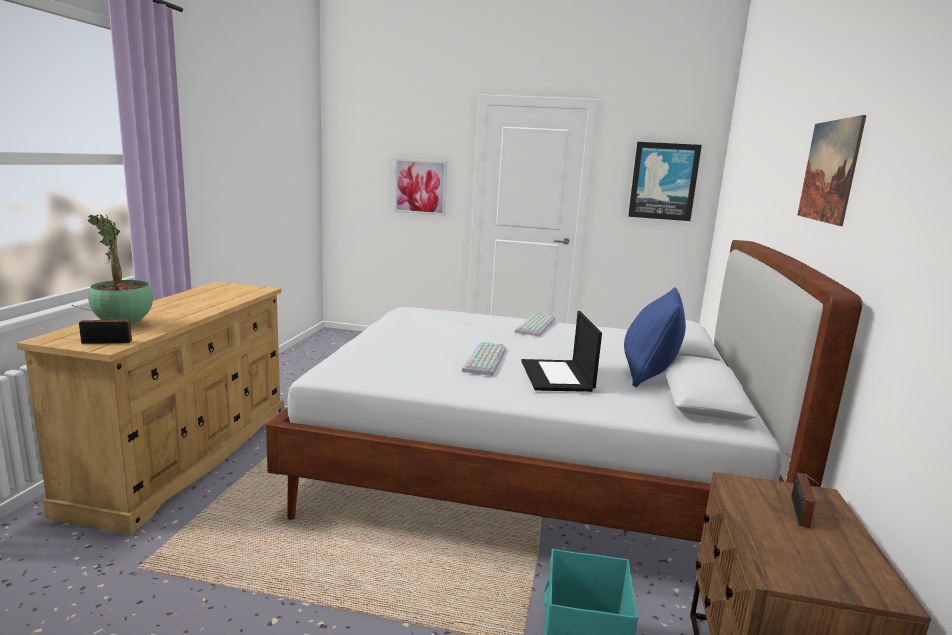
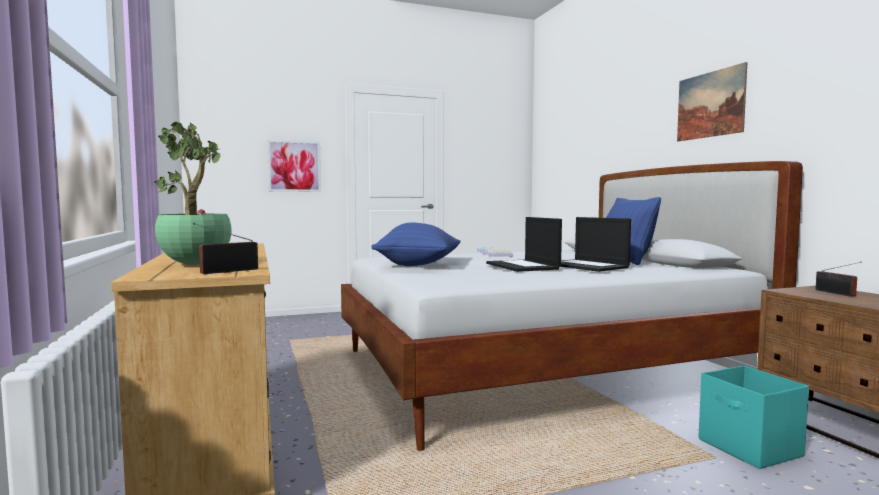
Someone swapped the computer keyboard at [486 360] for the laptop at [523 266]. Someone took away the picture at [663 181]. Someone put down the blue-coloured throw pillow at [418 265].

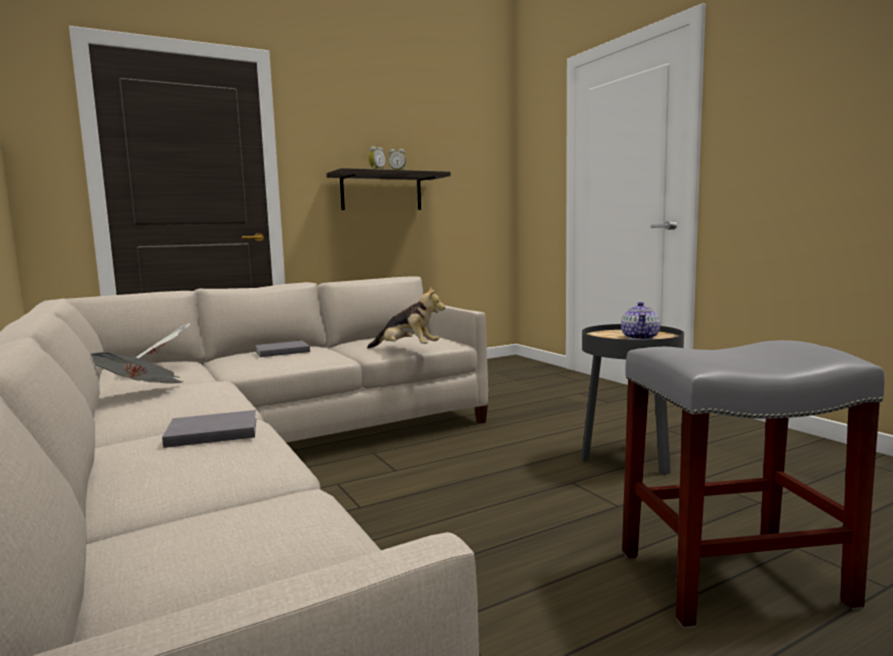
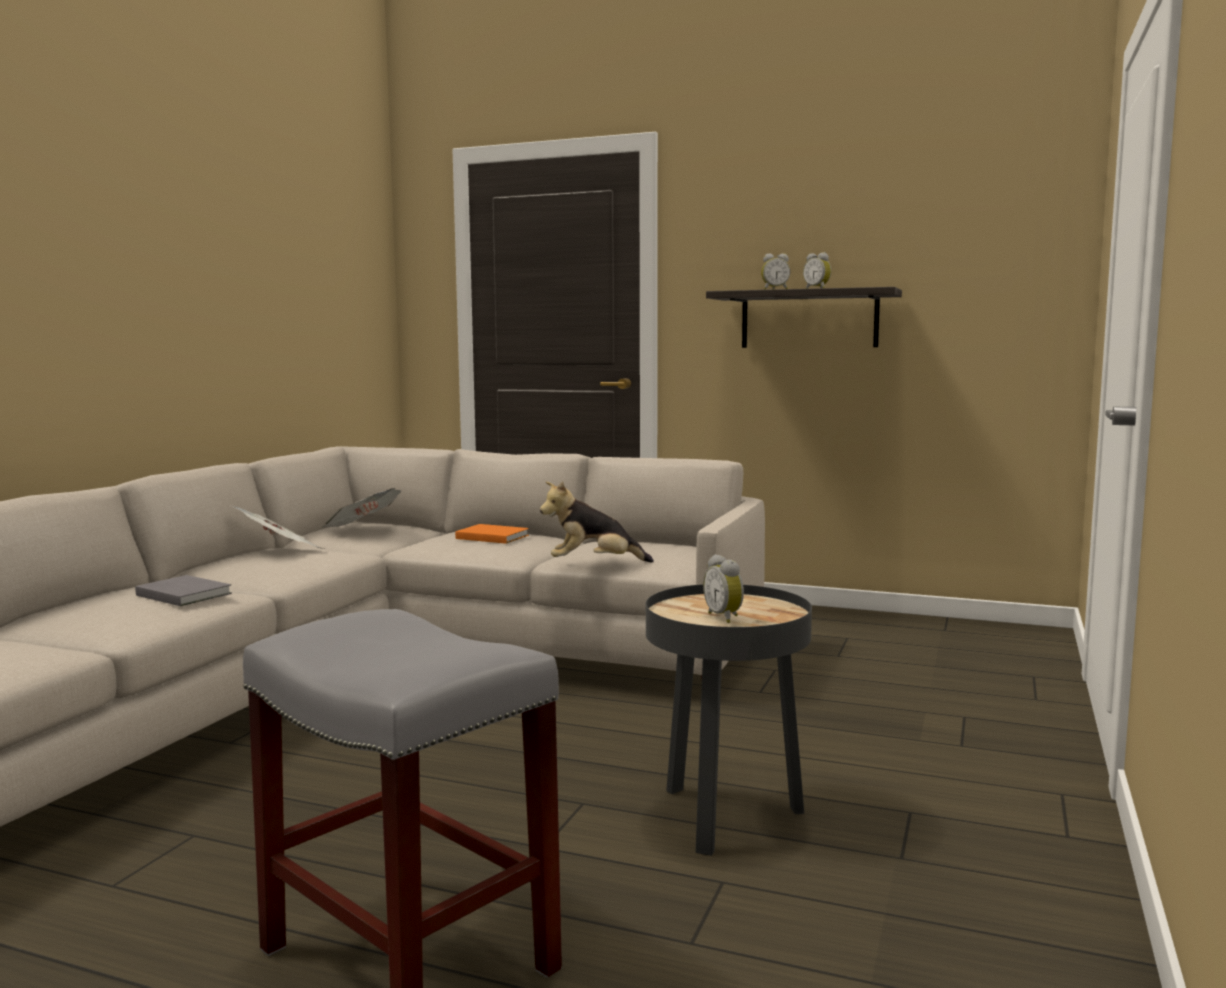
Someone repainted the greyish bound book at [280 351], which became the orange bound book at [491 536]. Someone rotated the cuddly toy at [407 349] by 105 degrees clockwise. Someone swapped the tea pot at [640 337] for the table clock at [725 617].

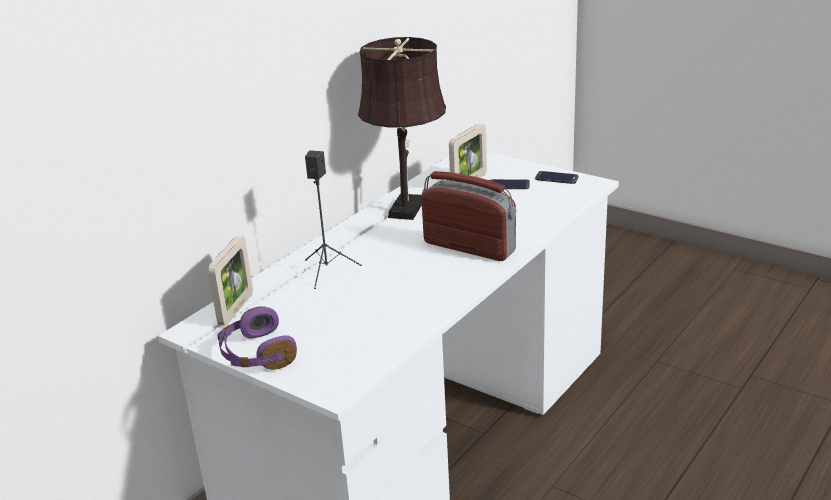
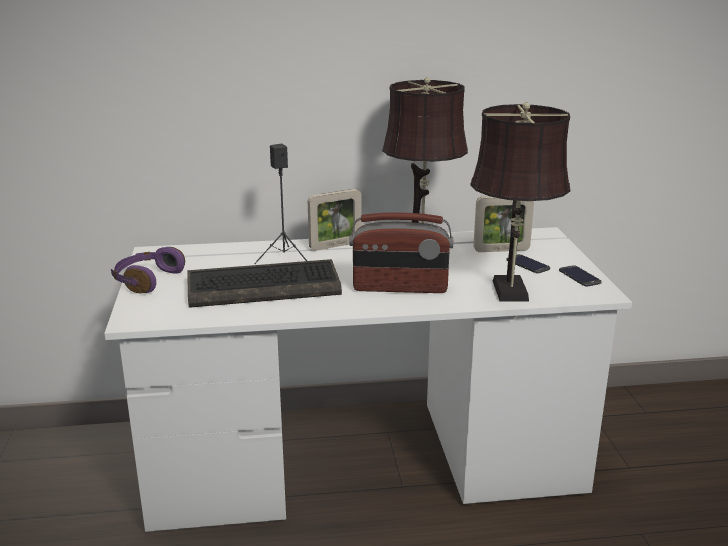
Someone carried the photo frame from [236 309] to [335 245]. Someone rotated the radio receiver at [469 247] by 105 degrees clockwise. Someone put down the computer keyboard at [265 286]. Someone put down the brown-coloured lamp for a table at [511 293].

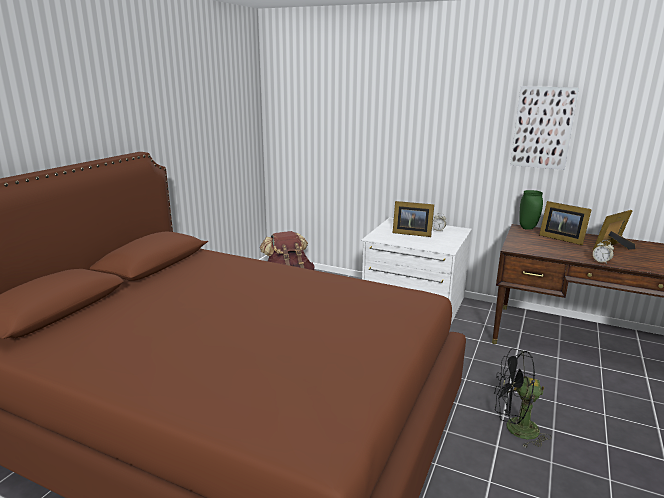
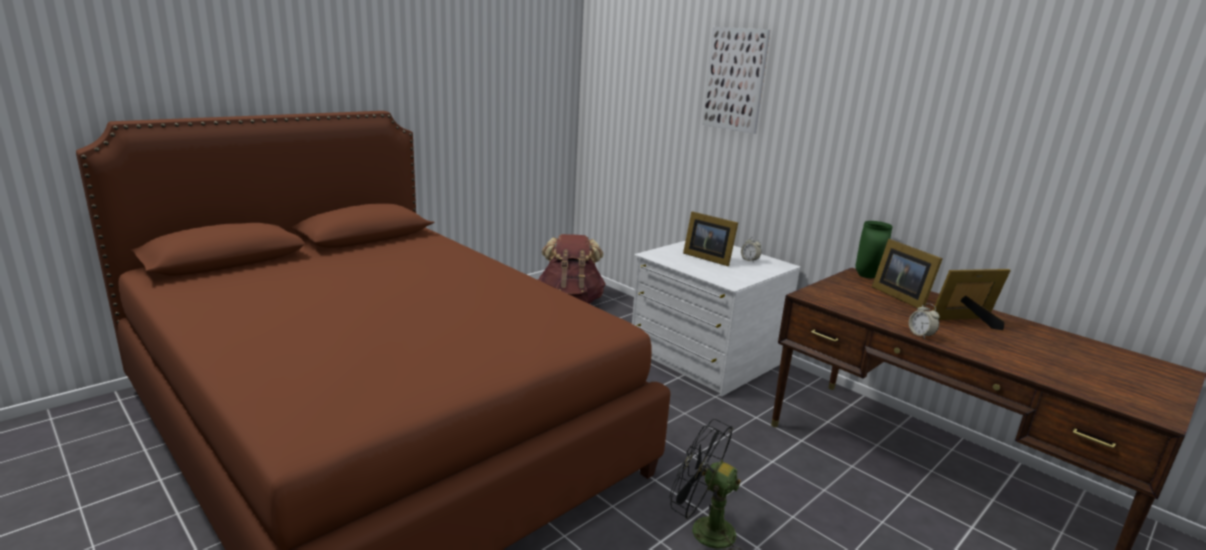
Someone carried the picture from [543 128] to [735 79].

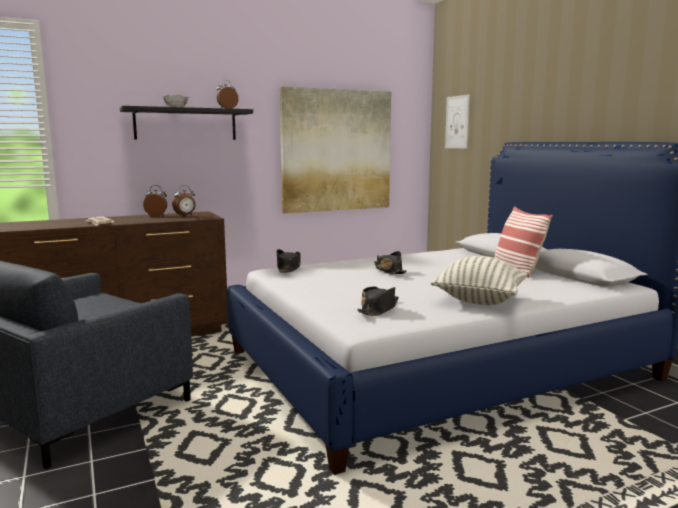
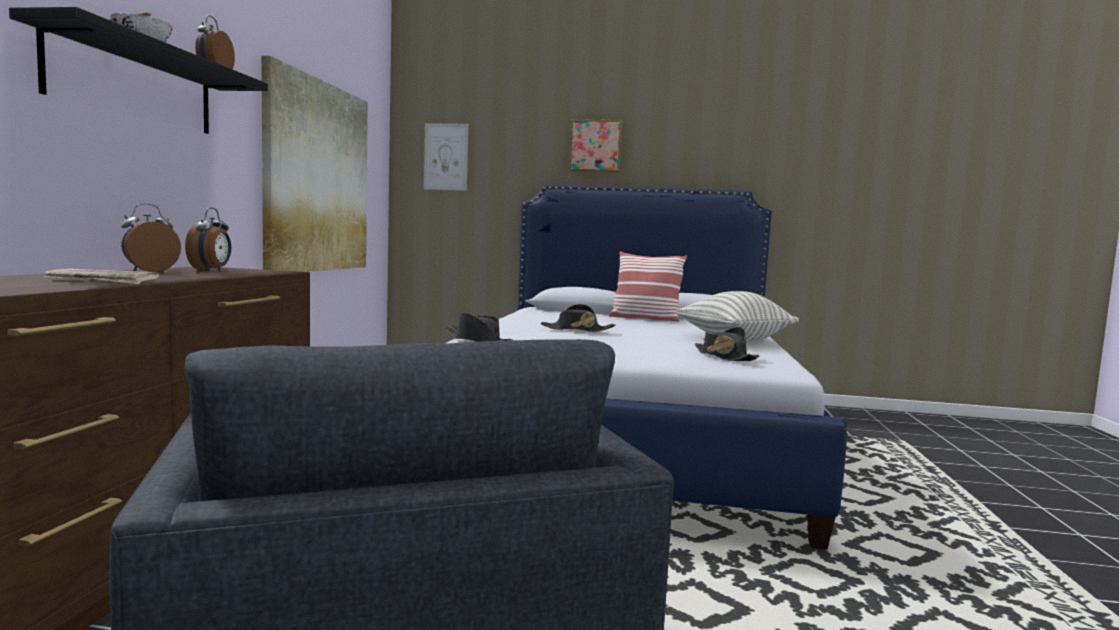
Someone put up the picture at [595 146].

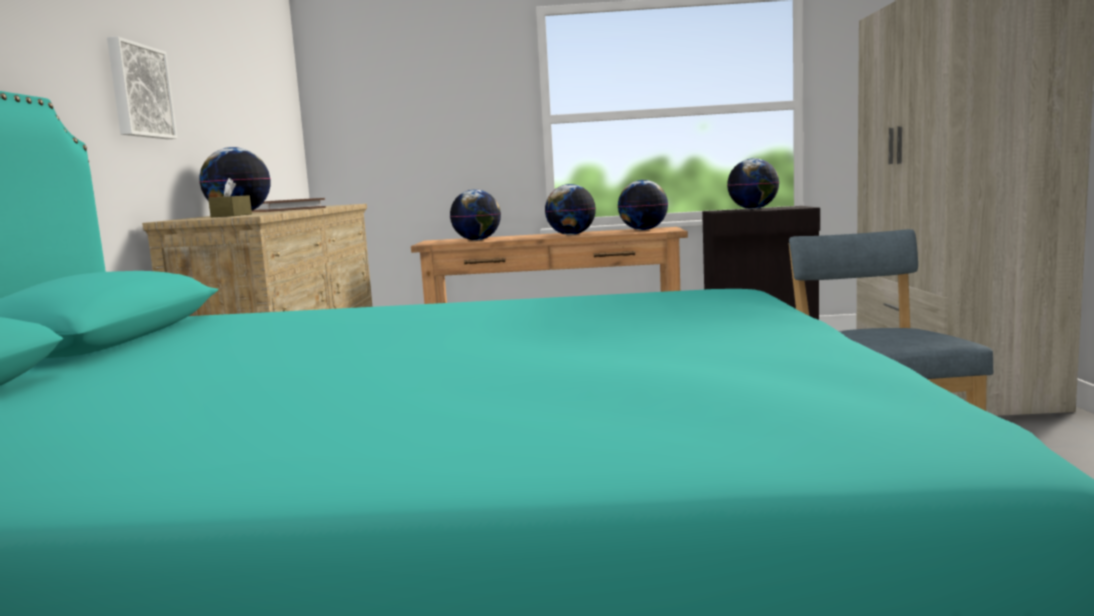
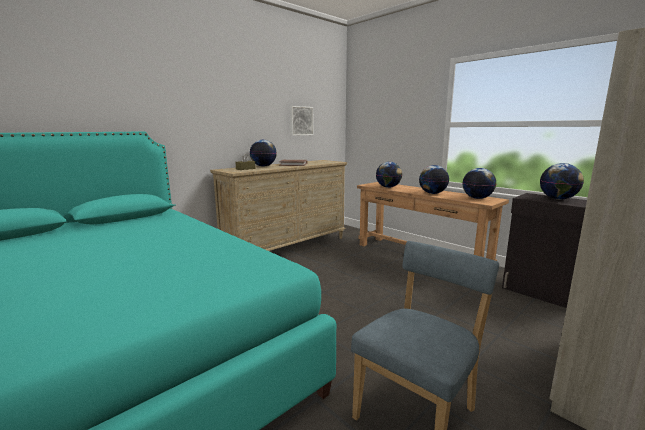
Someone carried the picture from [138 91] to [300 121].

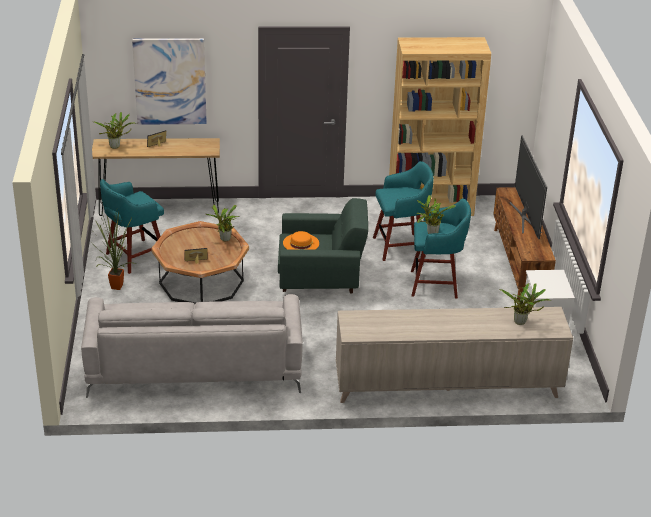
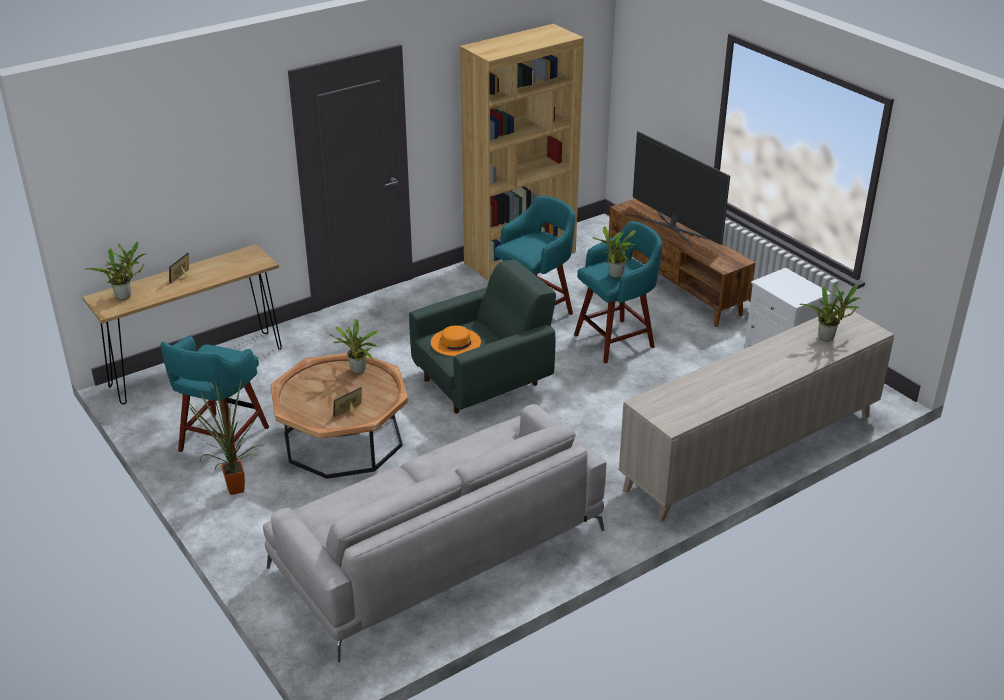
Someone took away the picture at [170 81].

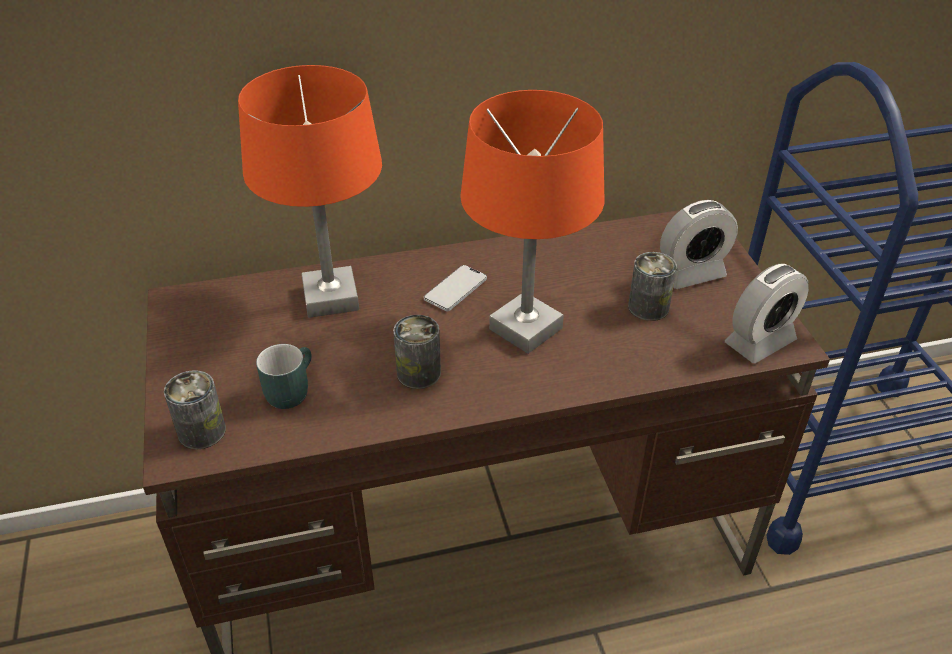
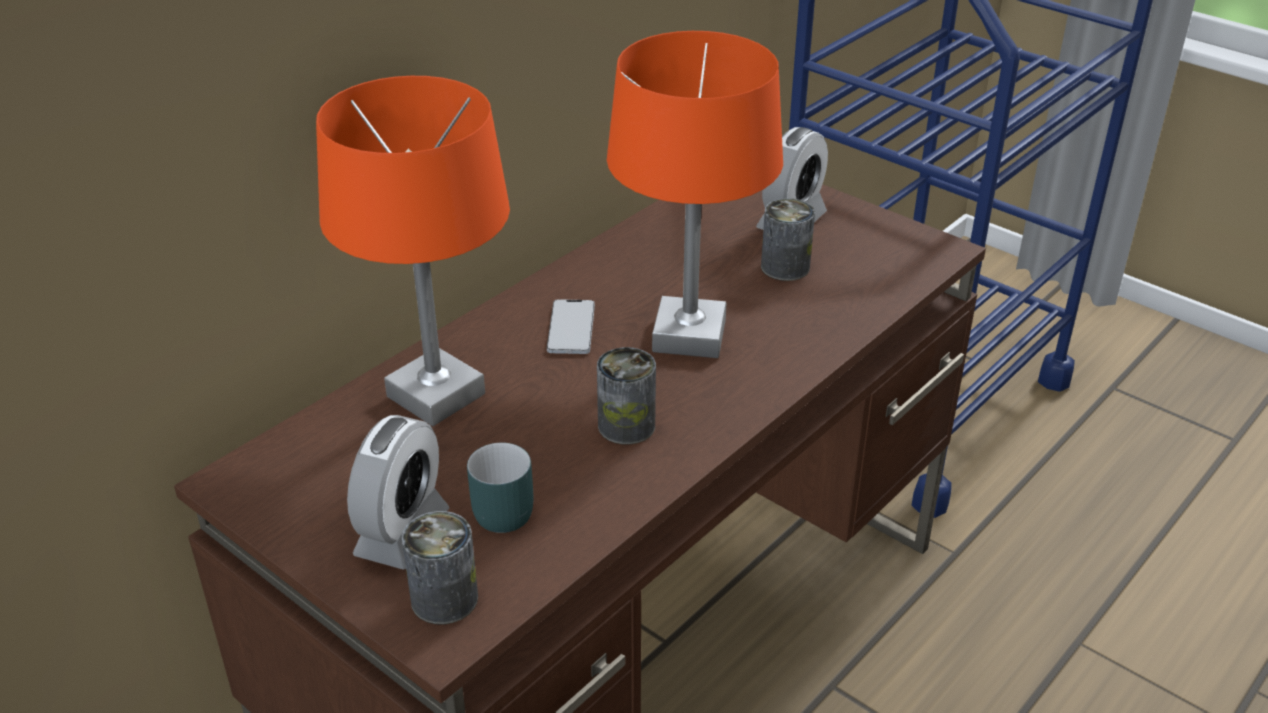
Someone carried the table clock from [760 342] to [402 533].

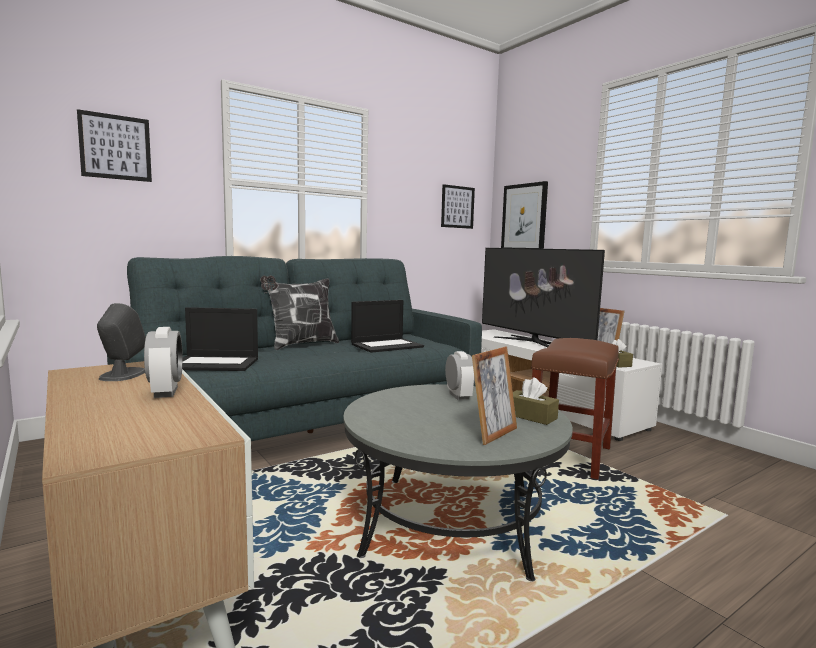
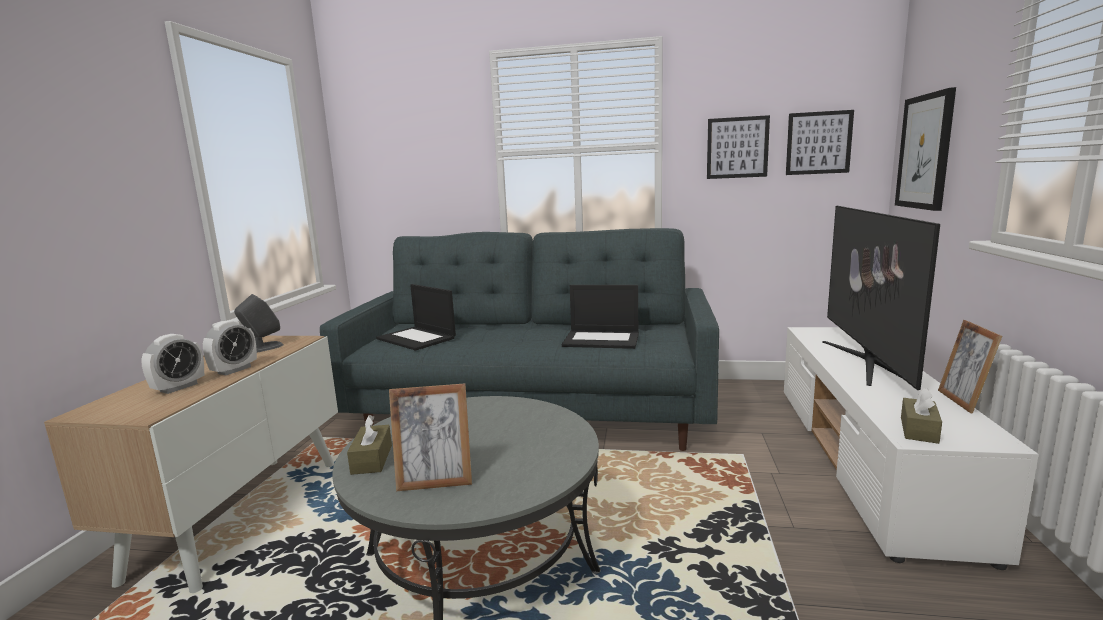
Someone carried the picture from [115 147] to [737 147]. Someone took away the throw pillow at [301 344]. Someone carried the table clock from [458 396] to [179 387]. Someone carried the brown-coloured tissue box from [530 416] to [372 459]. Someone took away the brown-coloured sitting stool at [569 456].

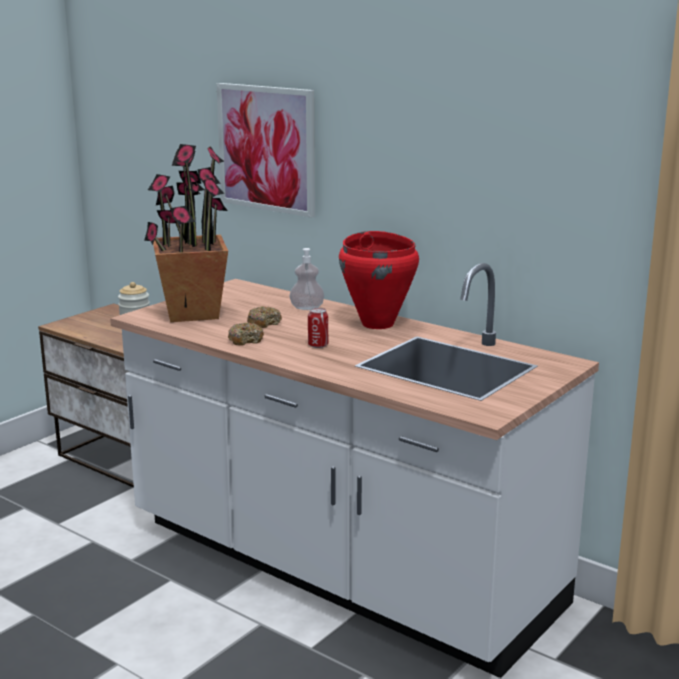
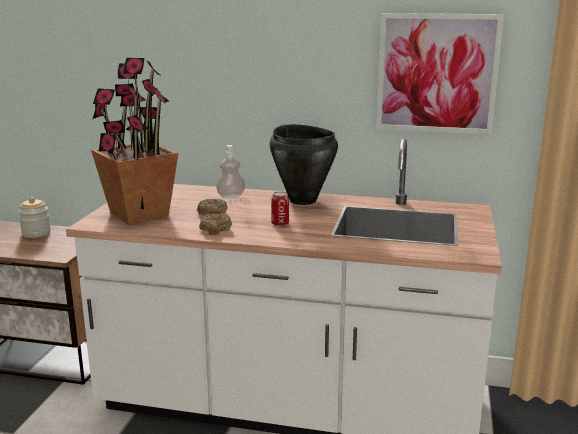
Someone carried the picture from [267 148] to [437 73]. Someone repainted the red cooking pot at [378 324], which became the black-coloured cooking pot at [303 200].

